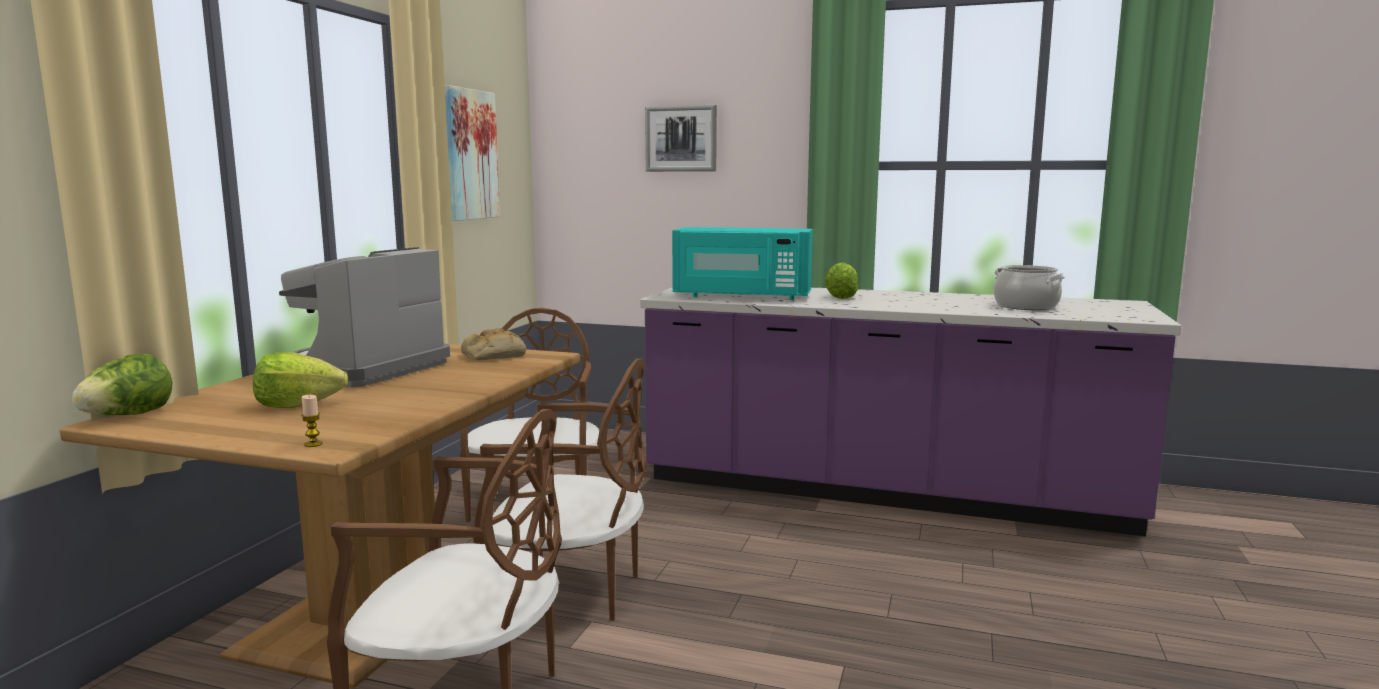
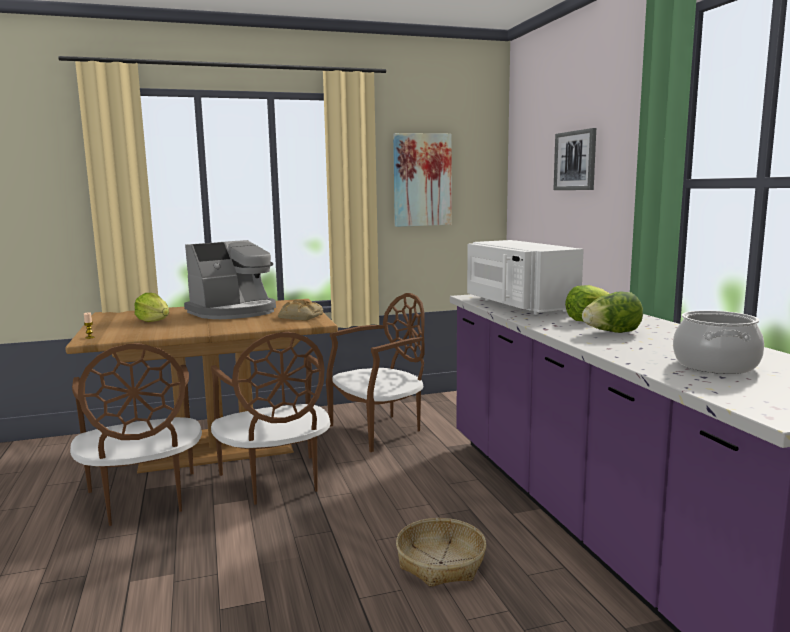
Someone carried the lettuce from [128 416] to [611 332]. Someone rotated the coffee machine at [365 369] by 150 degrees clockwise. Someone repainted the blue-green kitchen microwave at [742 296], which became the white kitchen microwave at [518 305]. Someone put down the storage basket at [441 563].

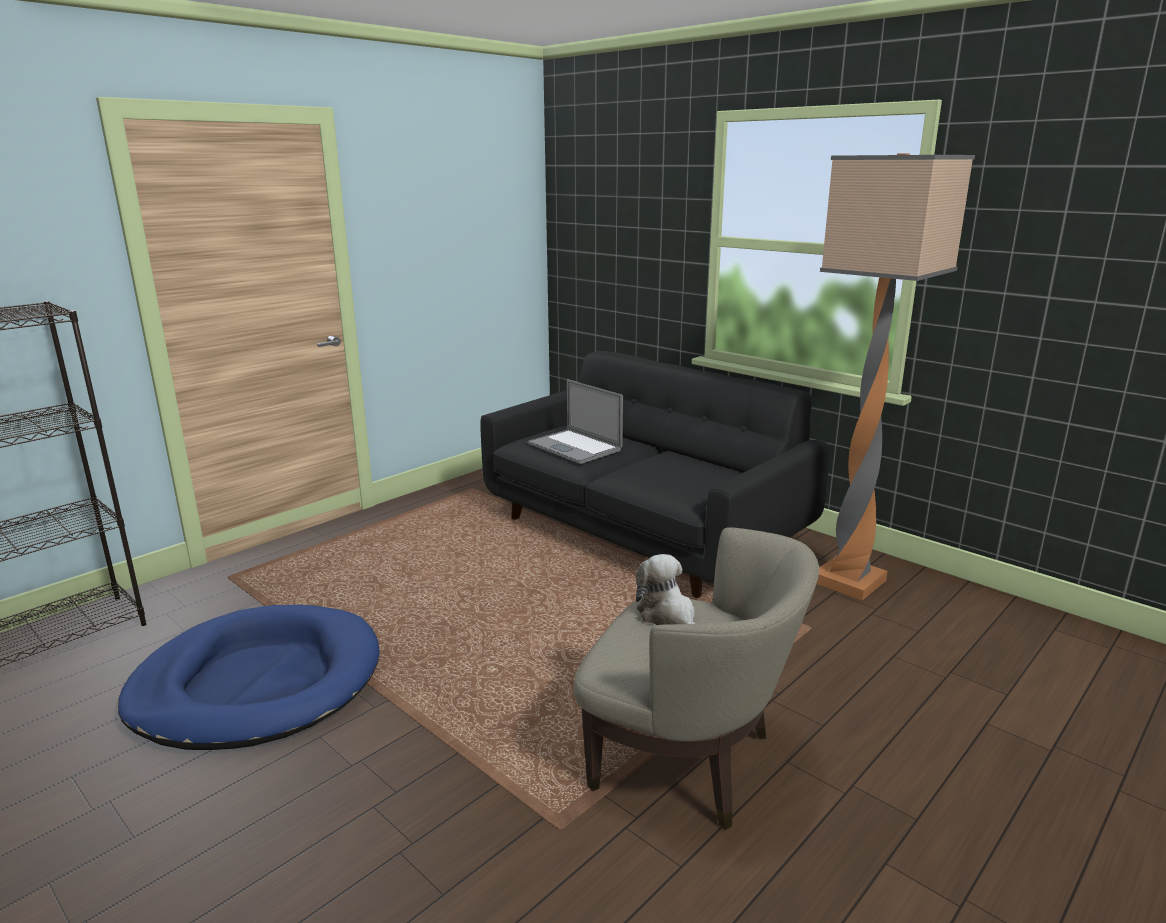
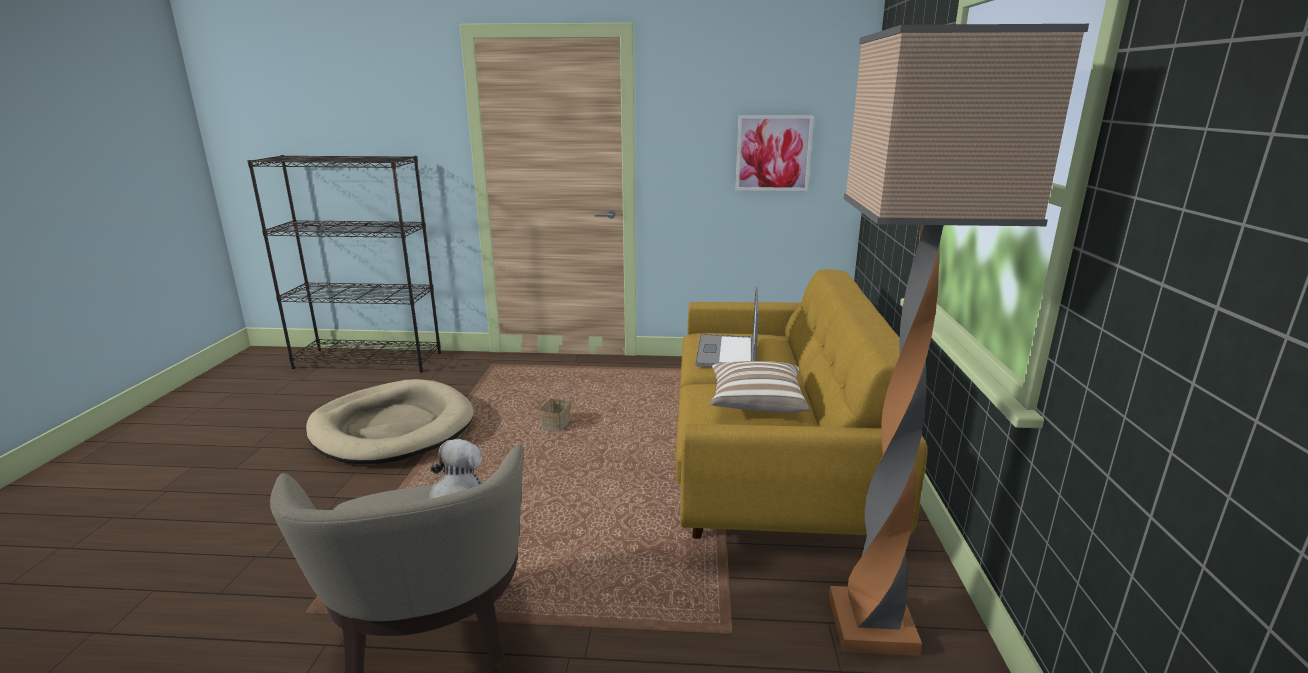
Someone repainted the blue-coloured dog cushion at [258 683], which became the beige dog cushion at [392 428]. Someone repainted the black-coloured settee at [643 531], which became the yellowish settee at [770 462]. Someone put down the storage basket at [556 425]. Someone put down the throw pillow at [756 403]. Someone put up the picture at [773 153].

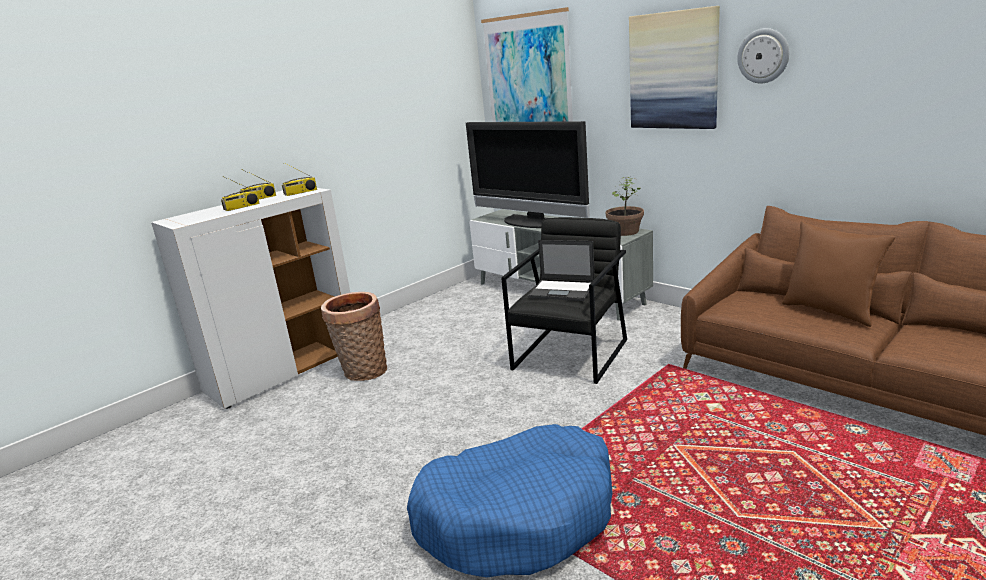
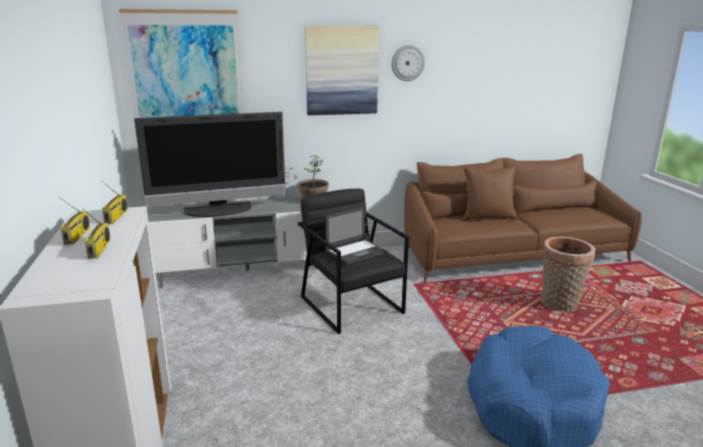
Someone carried the storage basket from [362 372] to [559 305].

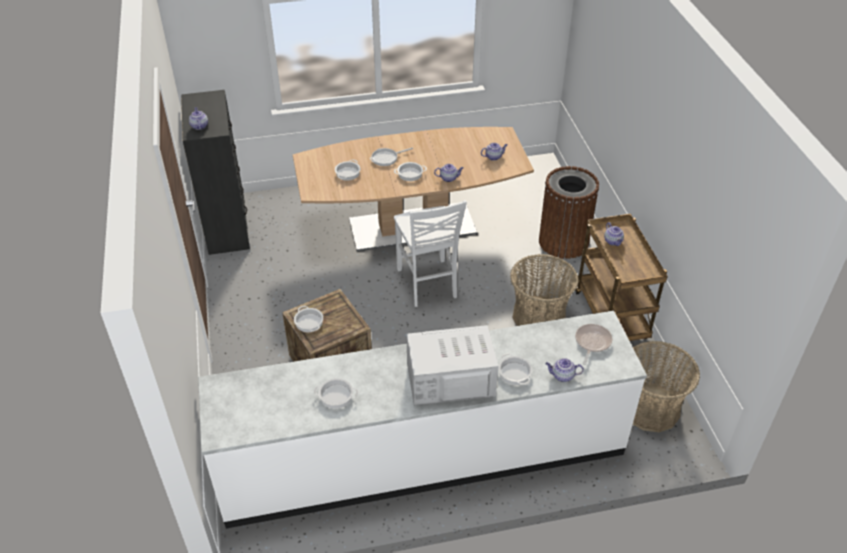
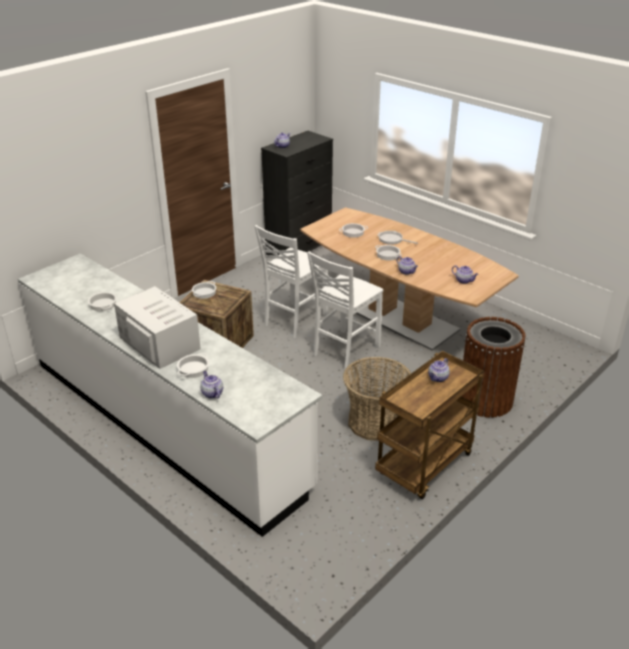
Someone took away the skillet at [592 342]. Someone took away the storage basket at [650 408]. Someone put down the white chair at [294 321].

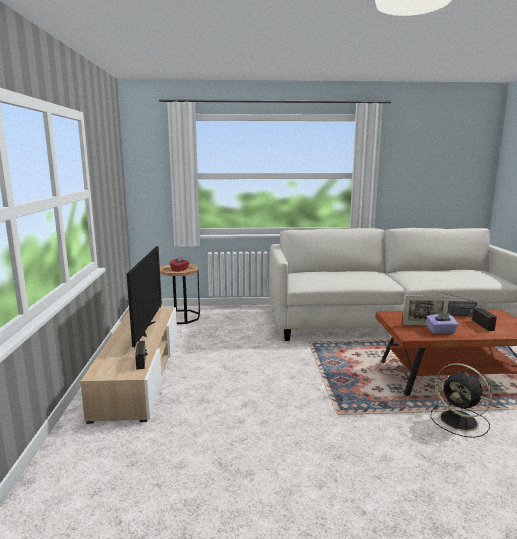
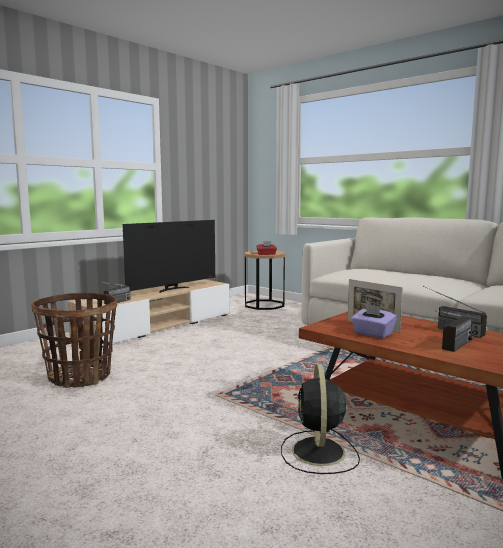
Someone put down the storage basket at [80 377].

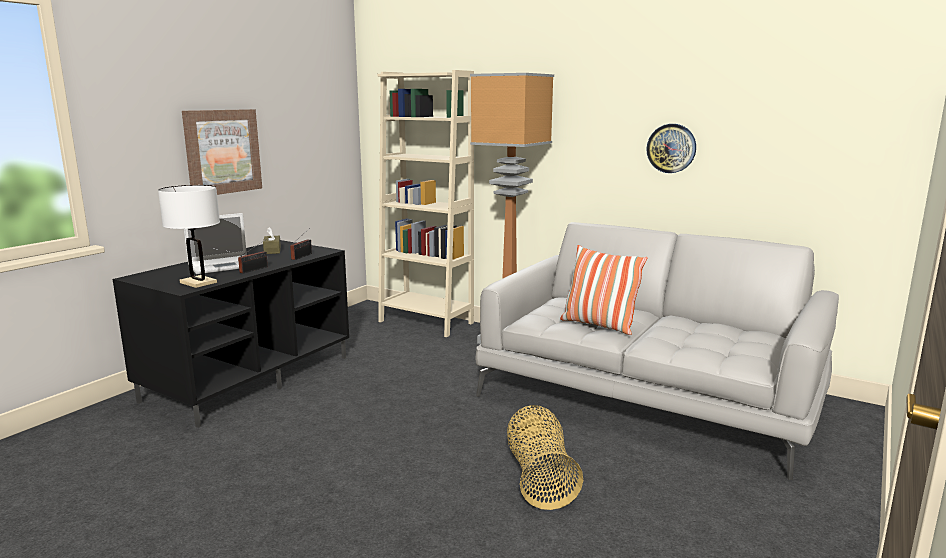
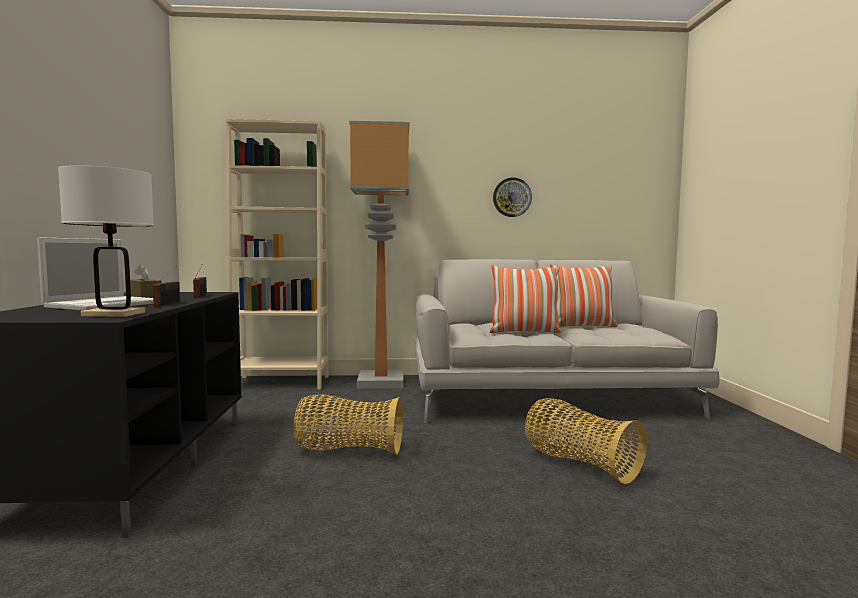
Someone took away the picture at [222 151]. Someone put down the storage basket at [348 450]. Someone put down the throw pillow at [582 327].

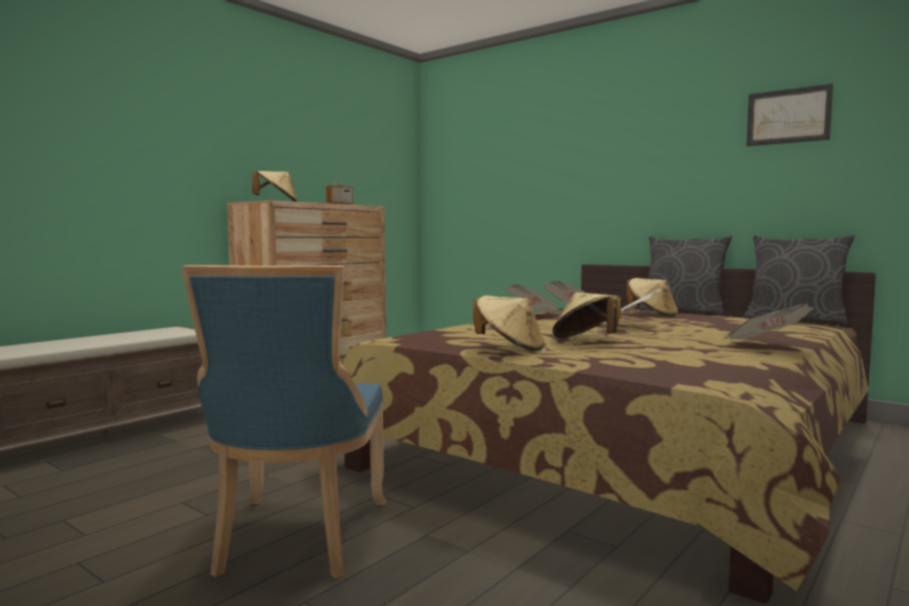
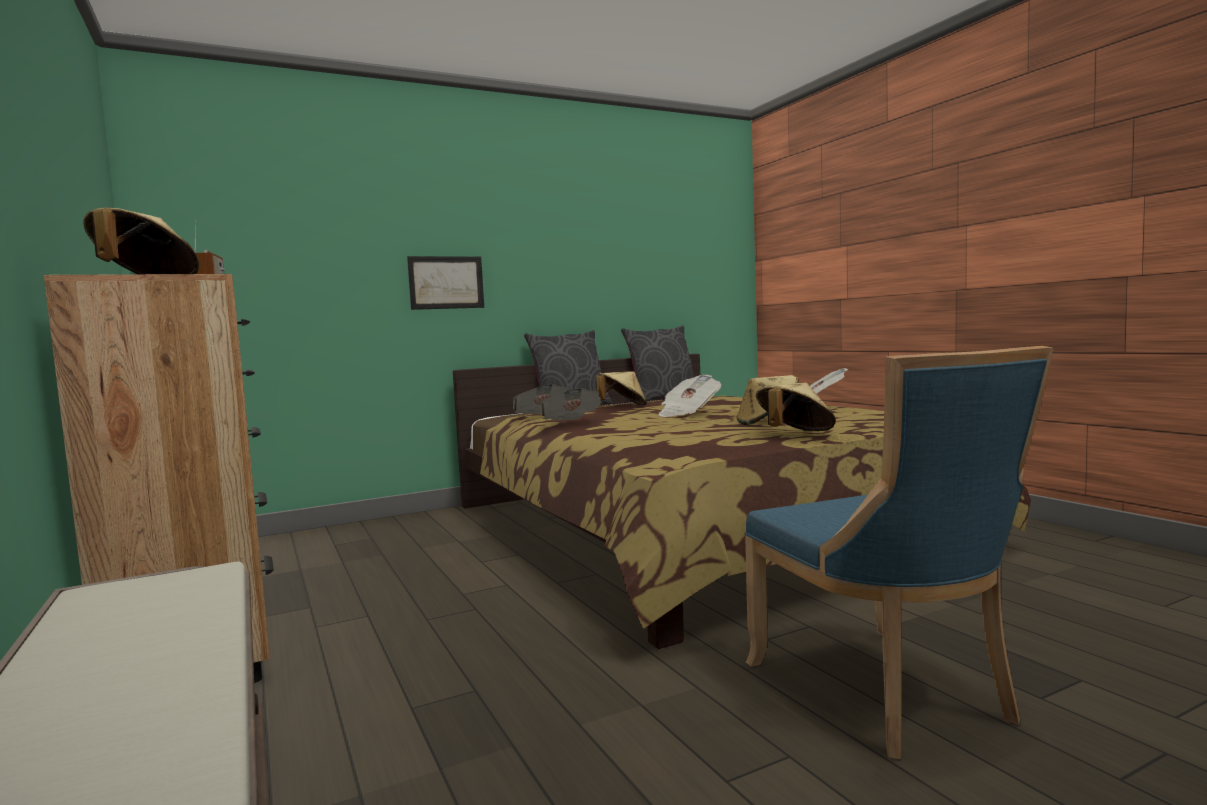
Someone rotated the blue-coloured chair at [297 539] by 45 degrees clockwise. Someone carried the picture from [788 116] to [446 282].

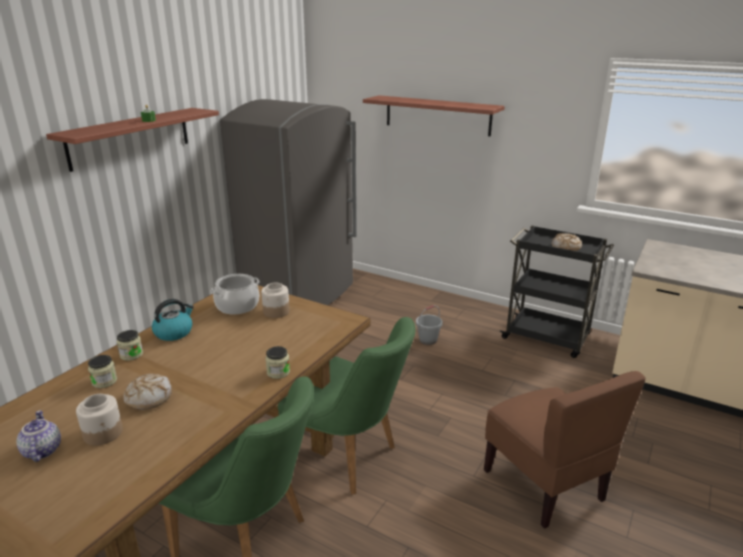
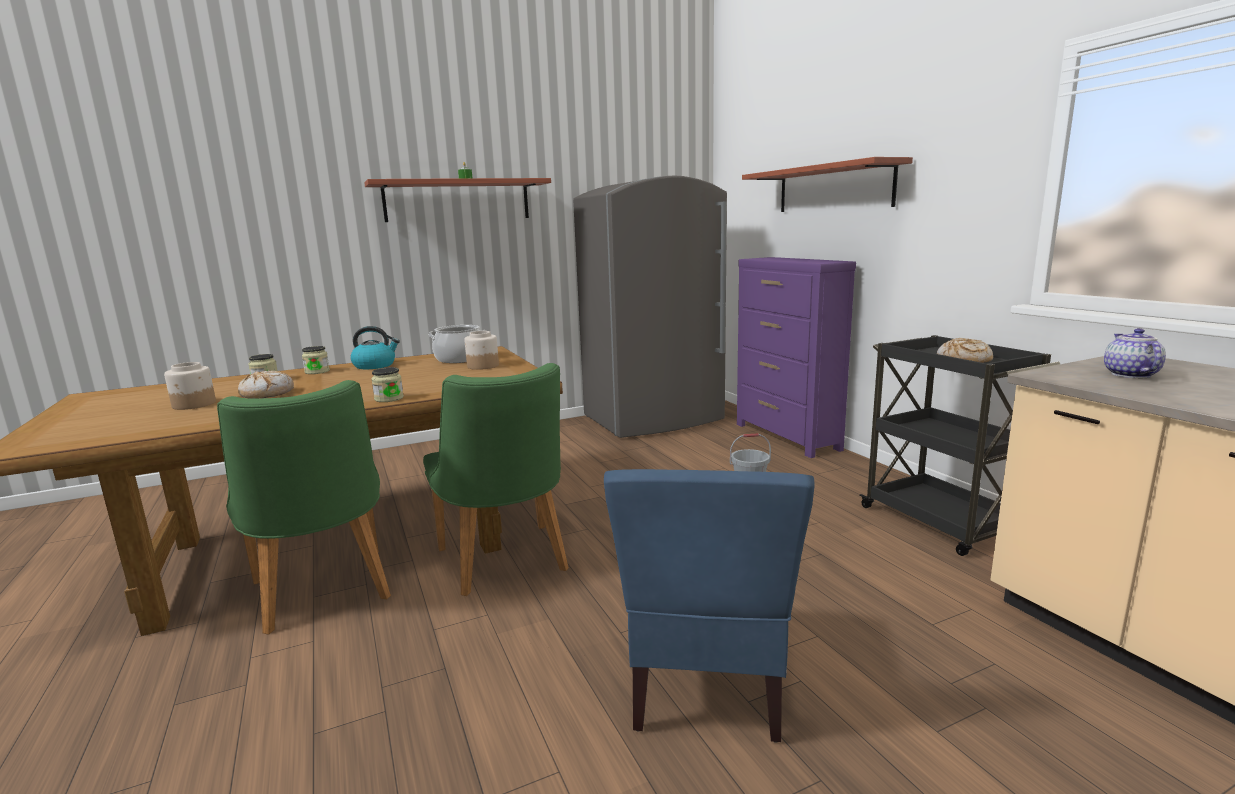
Someone carried the tea pot from [41 451] to [1129 375]. Someone repainted the brown-coloured chair at [544 485], which became the blue-coloured chair at [707 682]. Someone put down the purple-coloured chest of drawers at [787 437].

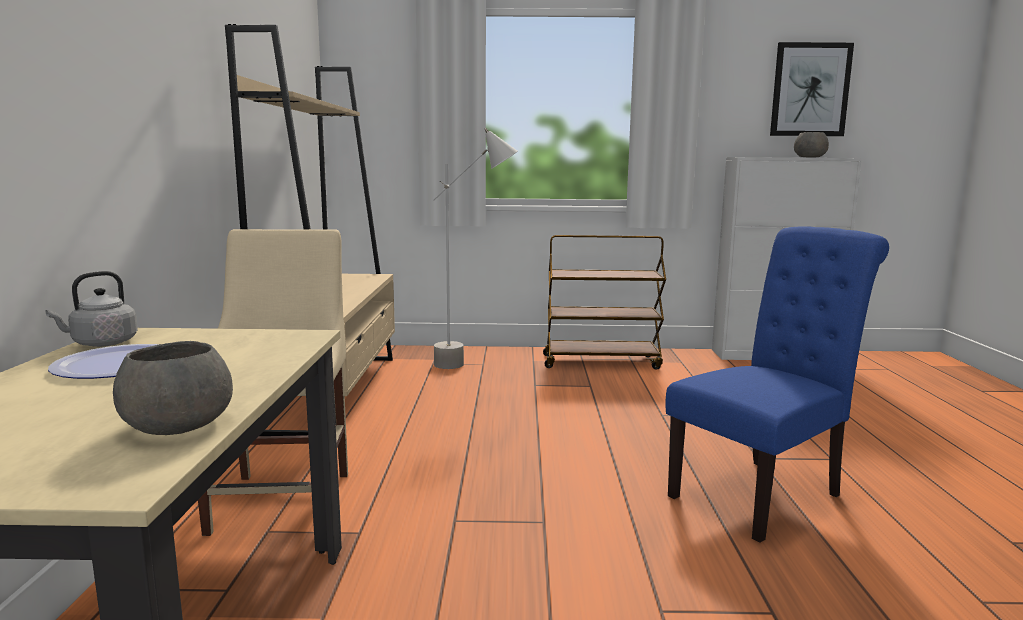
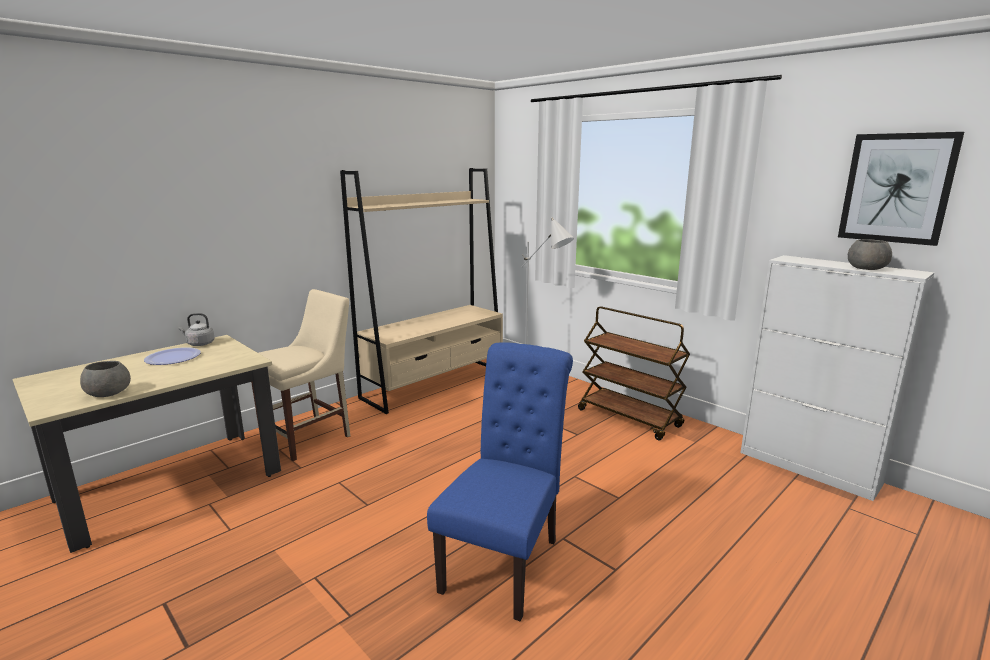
Someone rotated the blue-coloured chair at [763 493] by 75 degrees counterclockwise.

